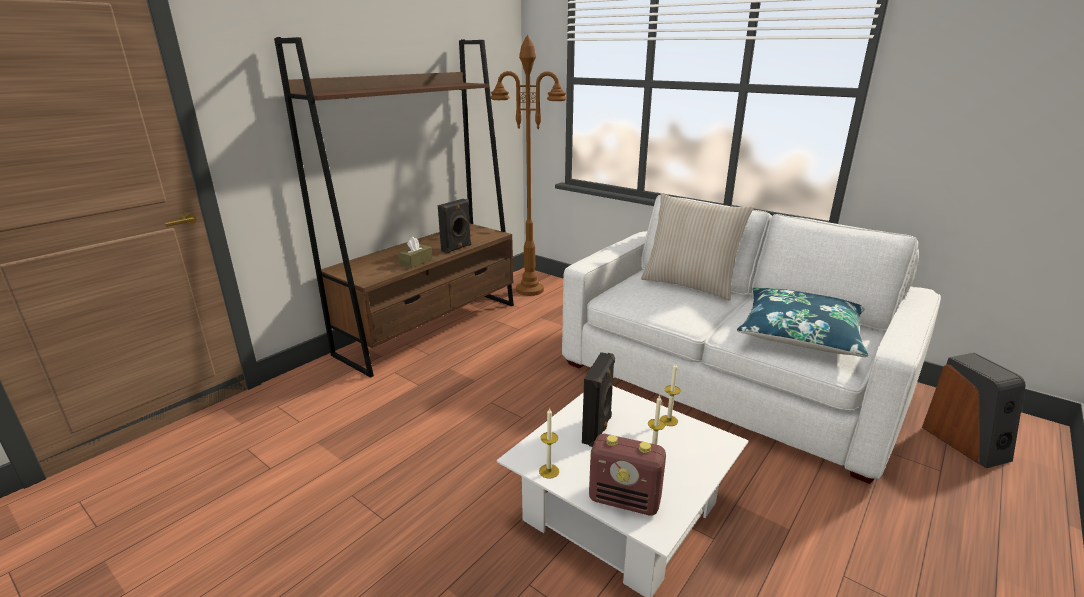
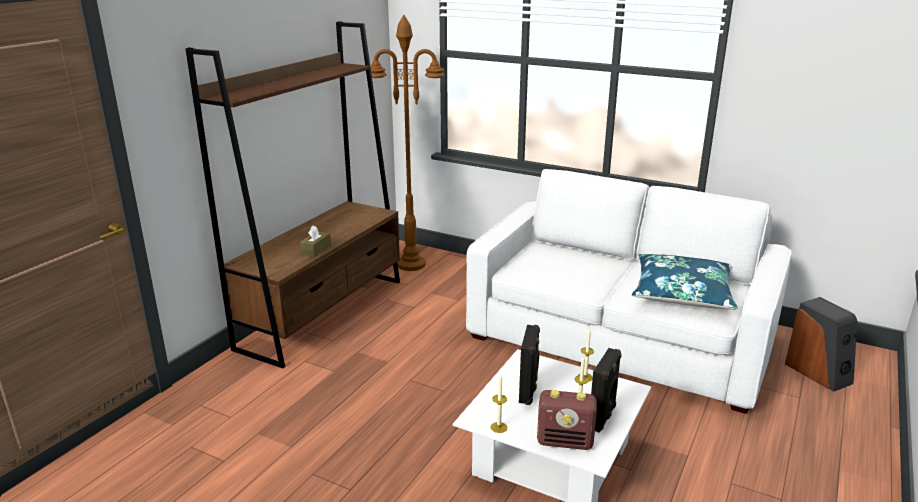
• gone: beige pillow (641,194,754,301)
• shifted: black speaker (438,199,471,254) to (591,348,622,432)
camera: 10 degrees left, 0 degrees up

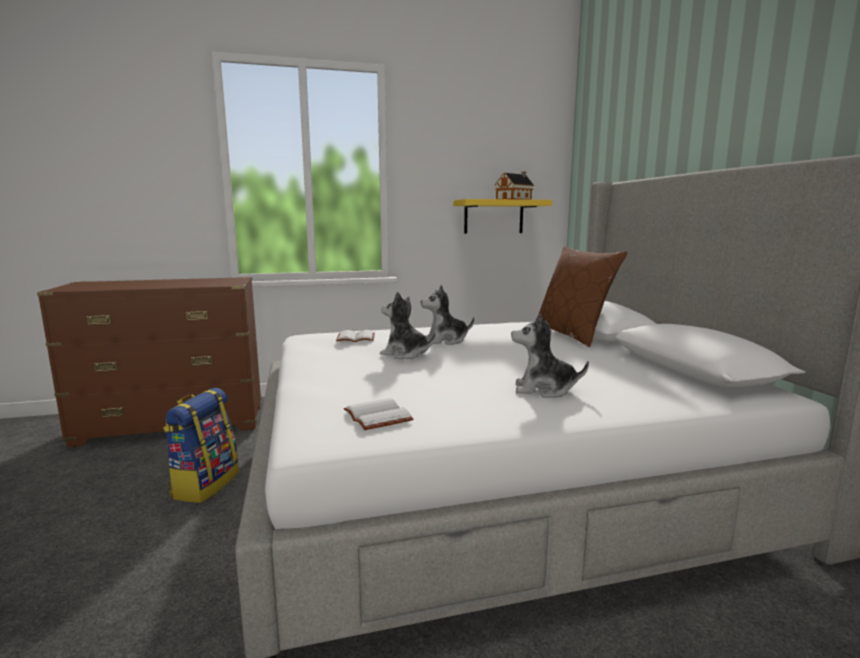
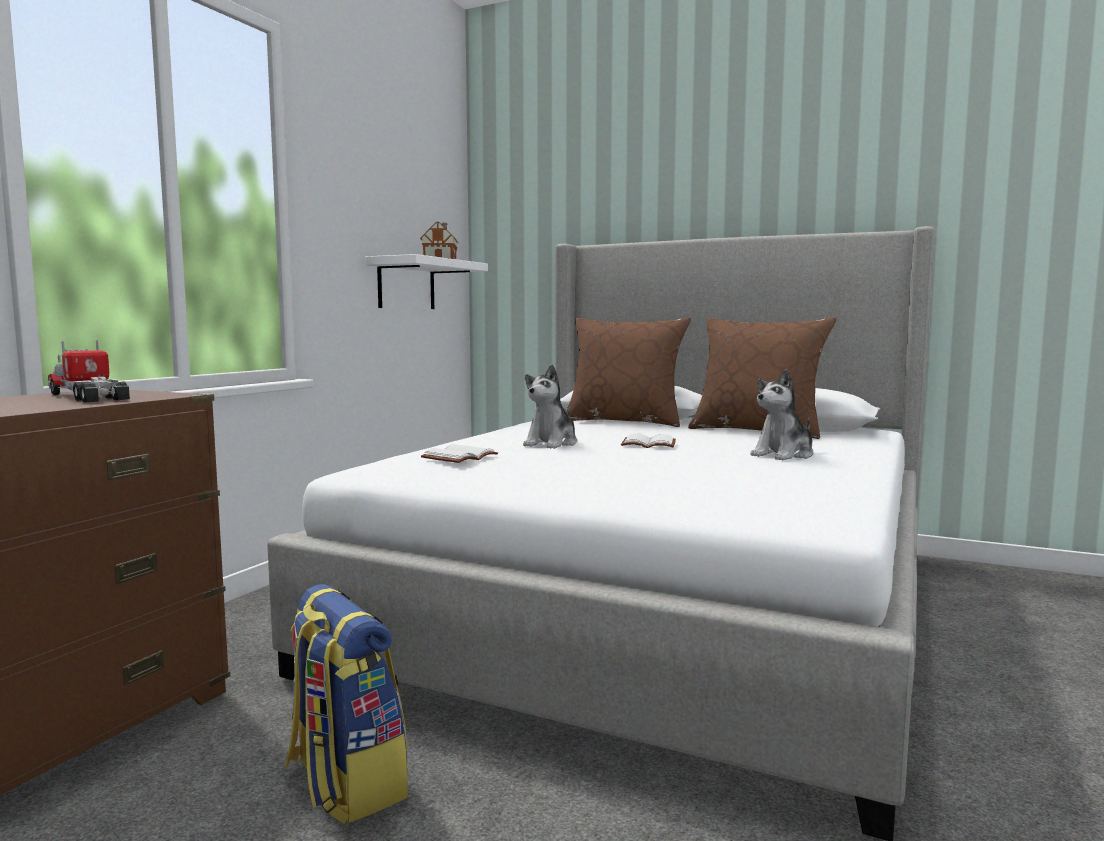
• repainted: yellow shelf (453,199,552,234) to white shelf (365,254,488,309)
• gone: plush toy (380,292,435,359)
• shifted: white book (344,398,413,430) to (621,433,676,448)
• new: brown pillow (688,317,836,439)
• new: toy truck (48,340,130,402)
camera: 50 degrees left, 5 degrees down

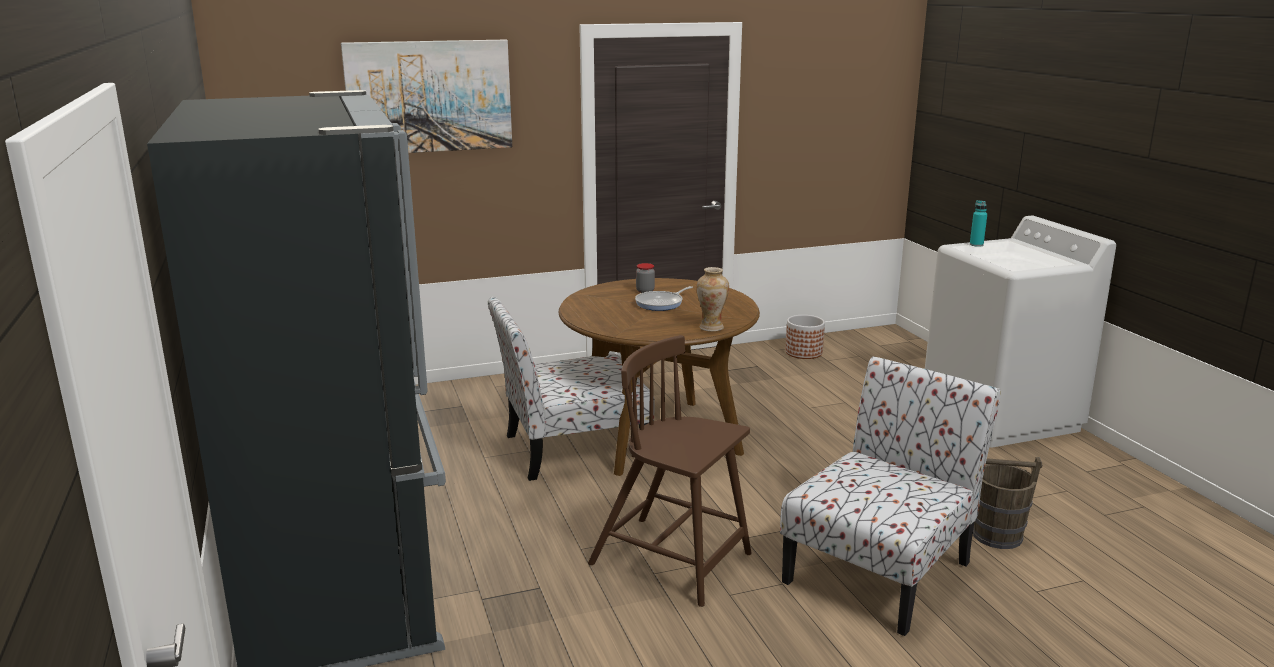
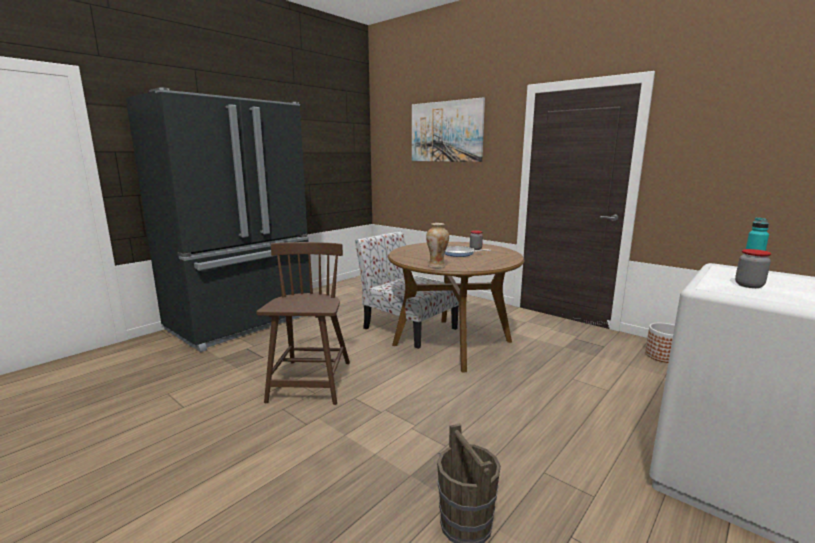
• gone: chair (780,356,1001,636)
• new: jar (735,249,771,288)
camera: 60 degrees right, 5 degrees down

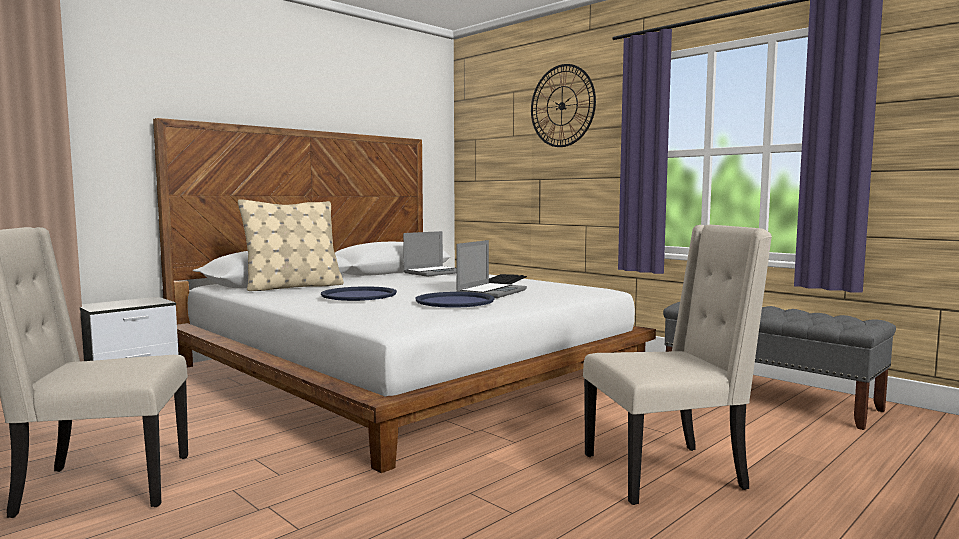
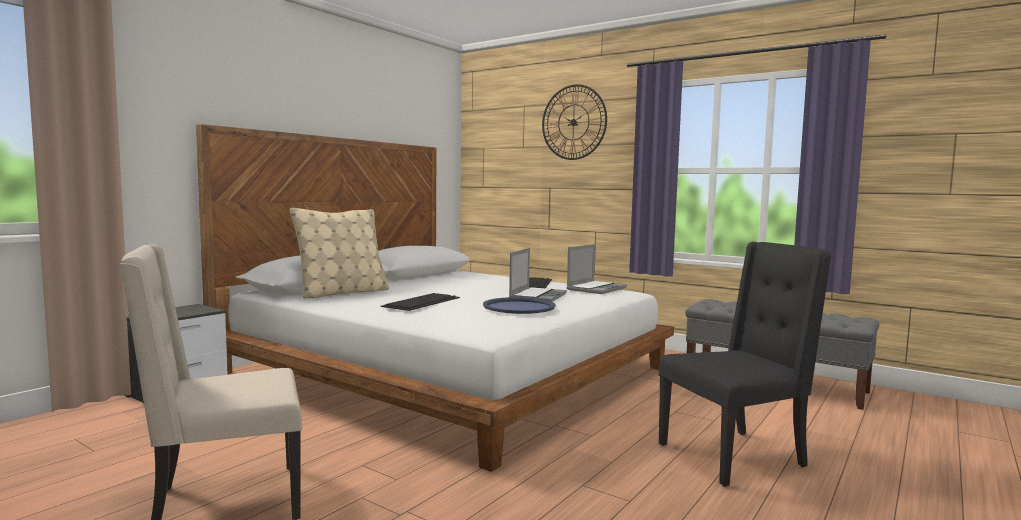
• repainted: beige chair (583,225,772,505) to black chair (659,242,831,487)
• shifted: laptop (403,231,456,277) to (567,244,627,294)
• swapped: blue tray (321,286,397,301) to keyboard (381,293,460,311)
camera: 10 degrees left, 0 degrees up

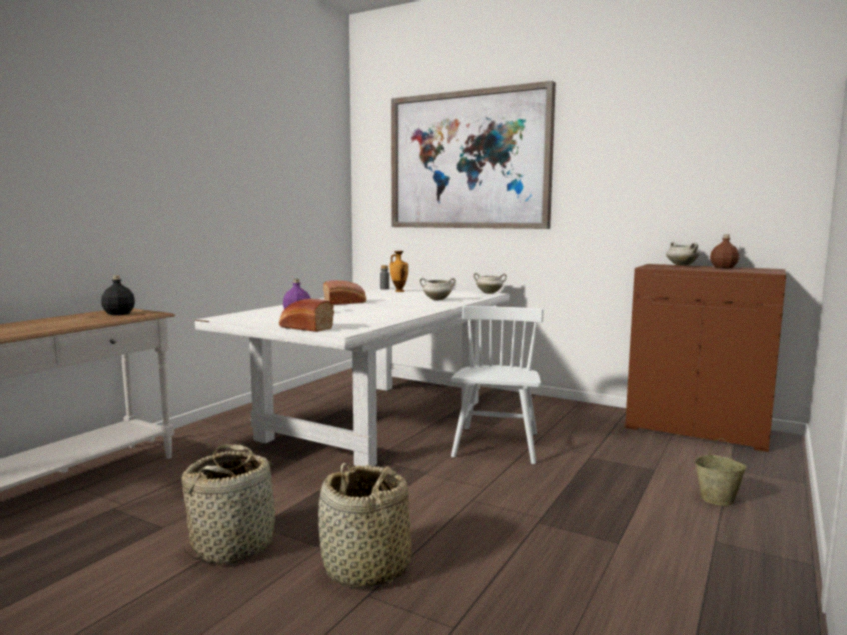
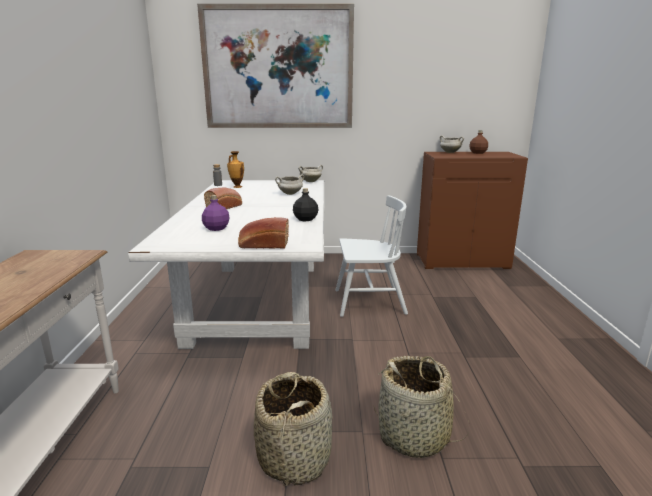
• shifted: black bottle (101,275,135,315) to (293,188,318,221)
• rotated: white chair (451,306,543,464) = (335,195,408,317) 105 degrees clockwise
• gone: beige bucket (695,438,747,506)
camera: 30 degrees left, 10 degrees up

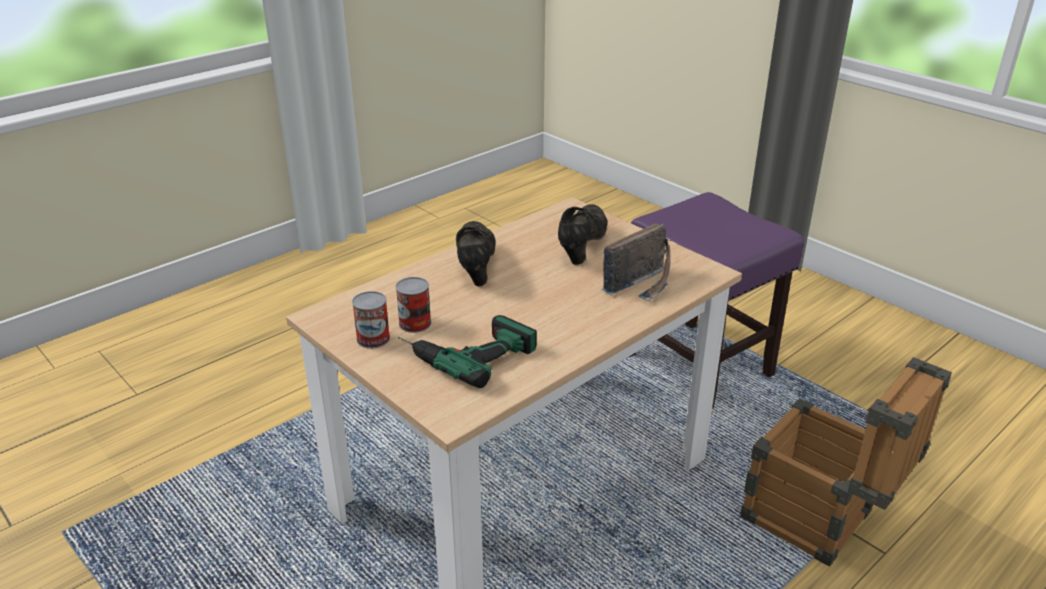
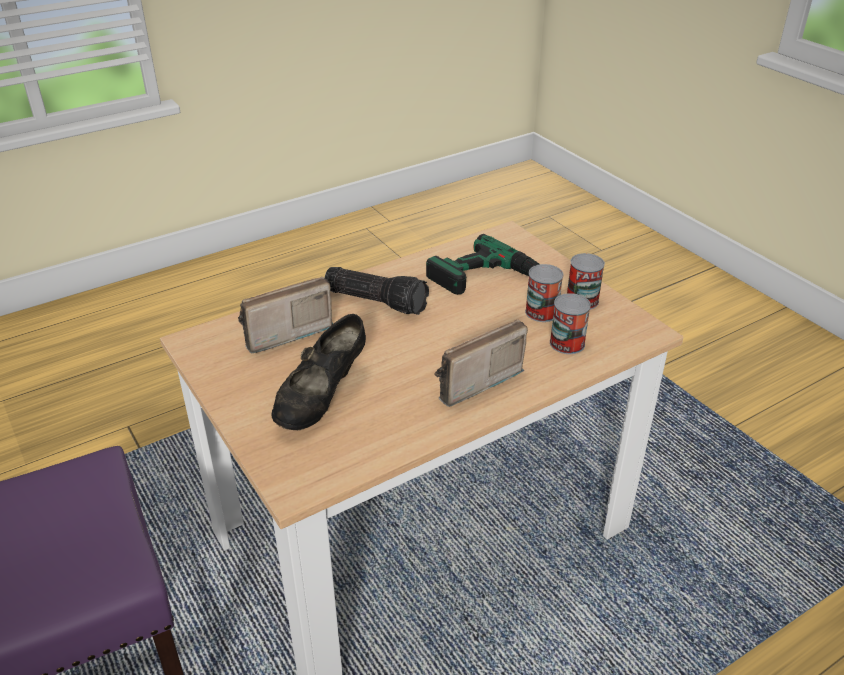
• swapped: black shoe (456,221,496,286) to radio (434,320,528,407)
• gone: crate (740,357,952,567)
• new: flashlight (324,267,429,315)
• new: can (550,293,591,354)
camera: 170 degrees left, 5 degrees up

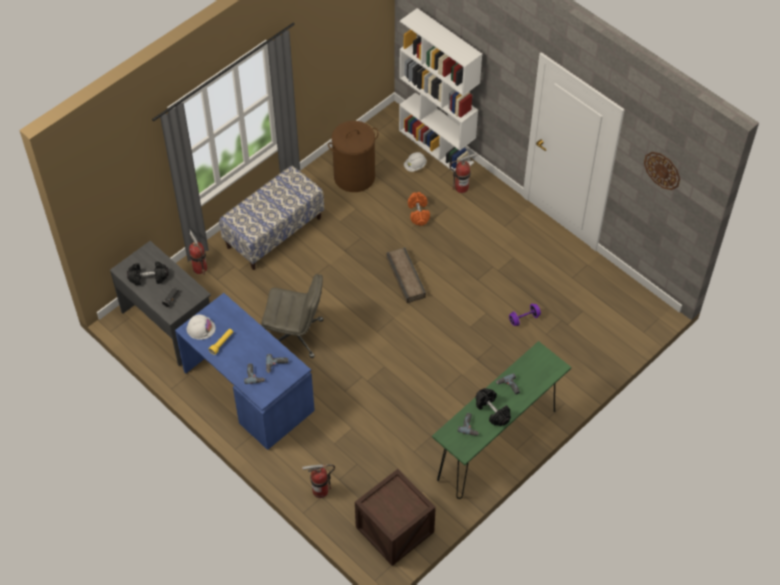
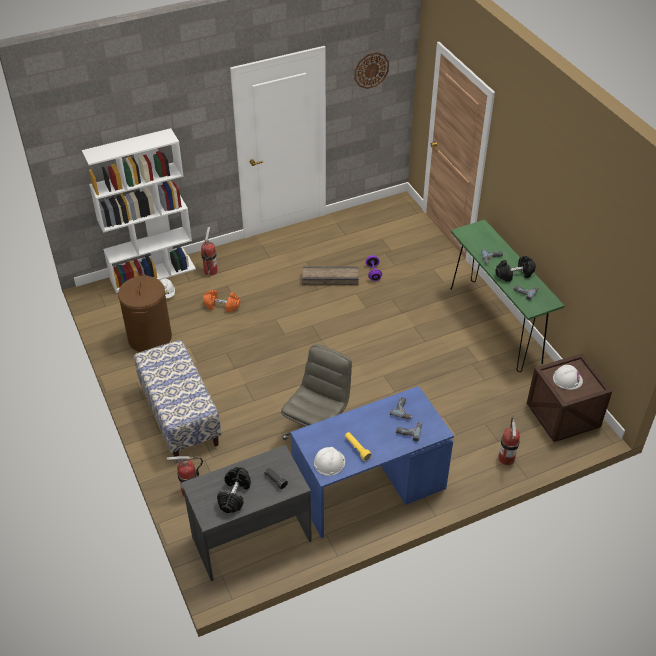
• shifted: crate (387,247,426,303) to (302,267,359,285)
• new: white hard hat (553,365,583,390)
camera: 70 degrees left, 10 degrees down

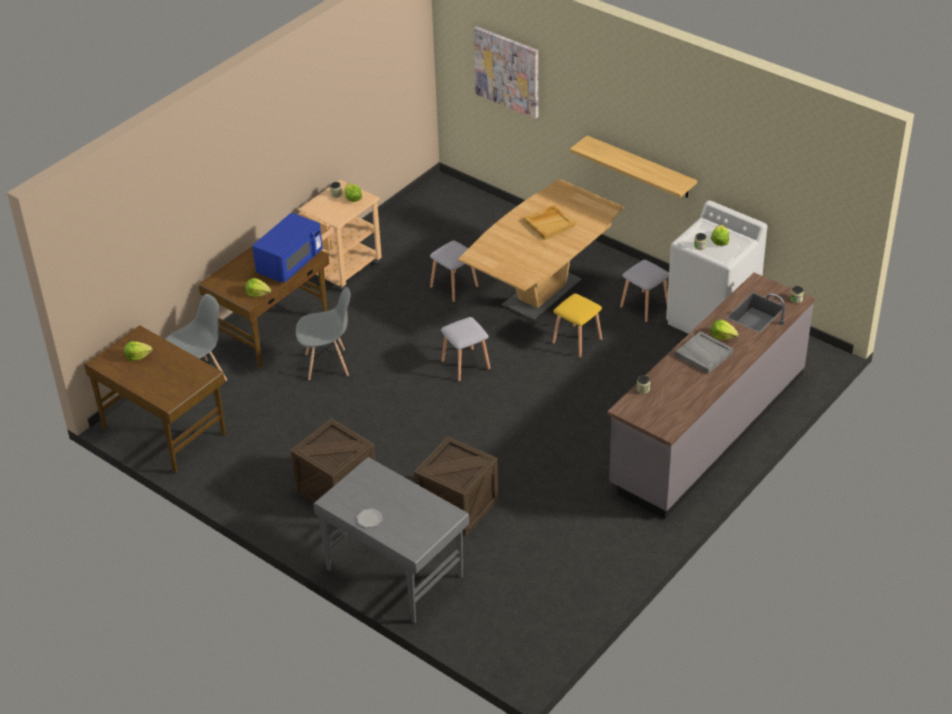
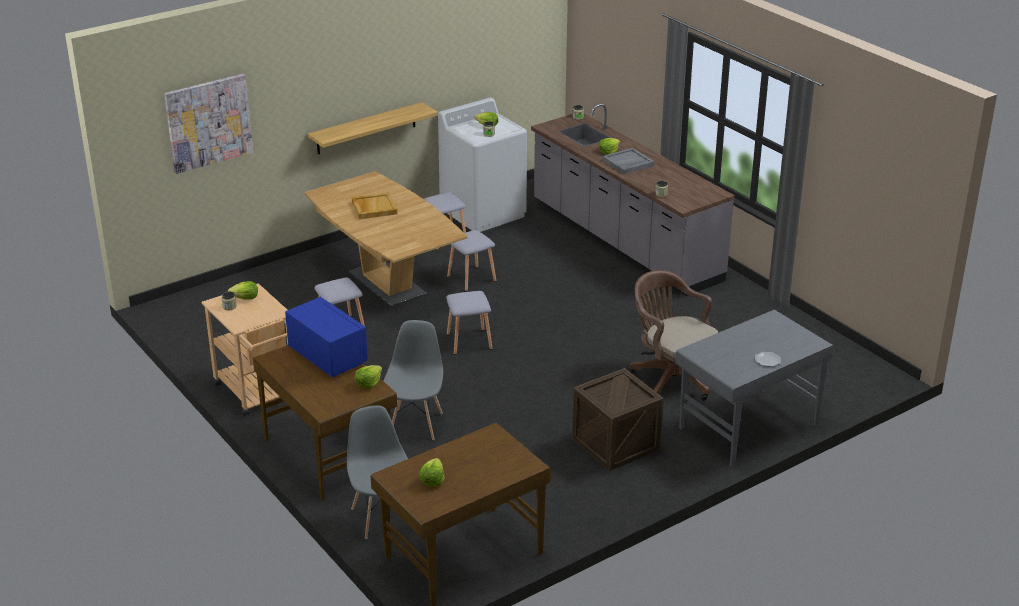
• repainted: yellow stool (552,294,602,358) to grey stool (447,230,496,292)
• swapped: crate (414,436,498,536) to brown office chair (630,270,718,401)
camera: 75 degrees left, 10 degrees down

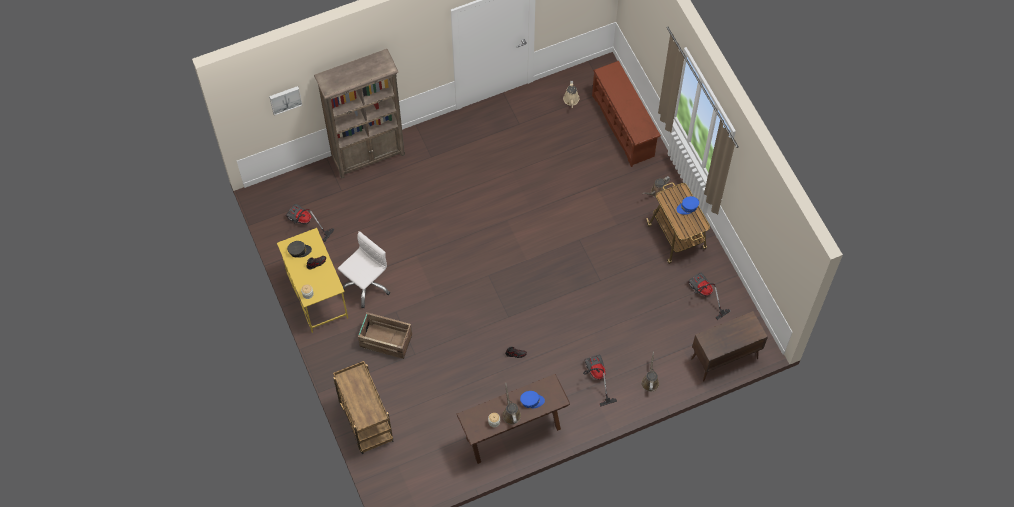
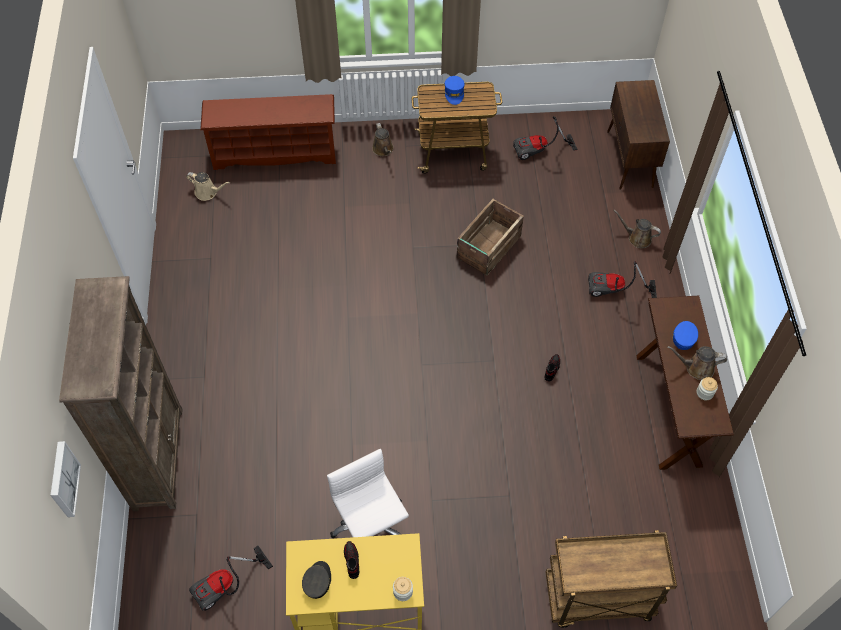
• shifted: crate (358,312,412,359) to (457,199,524,276)
camera: 70 degrees left, 5 degrees down

